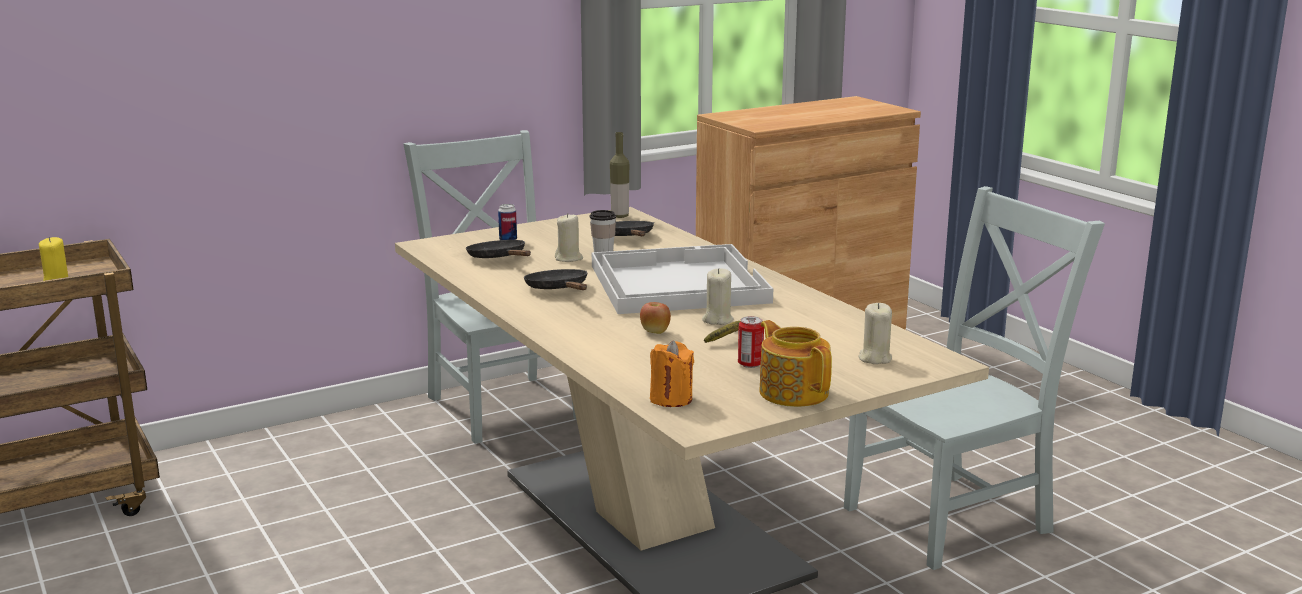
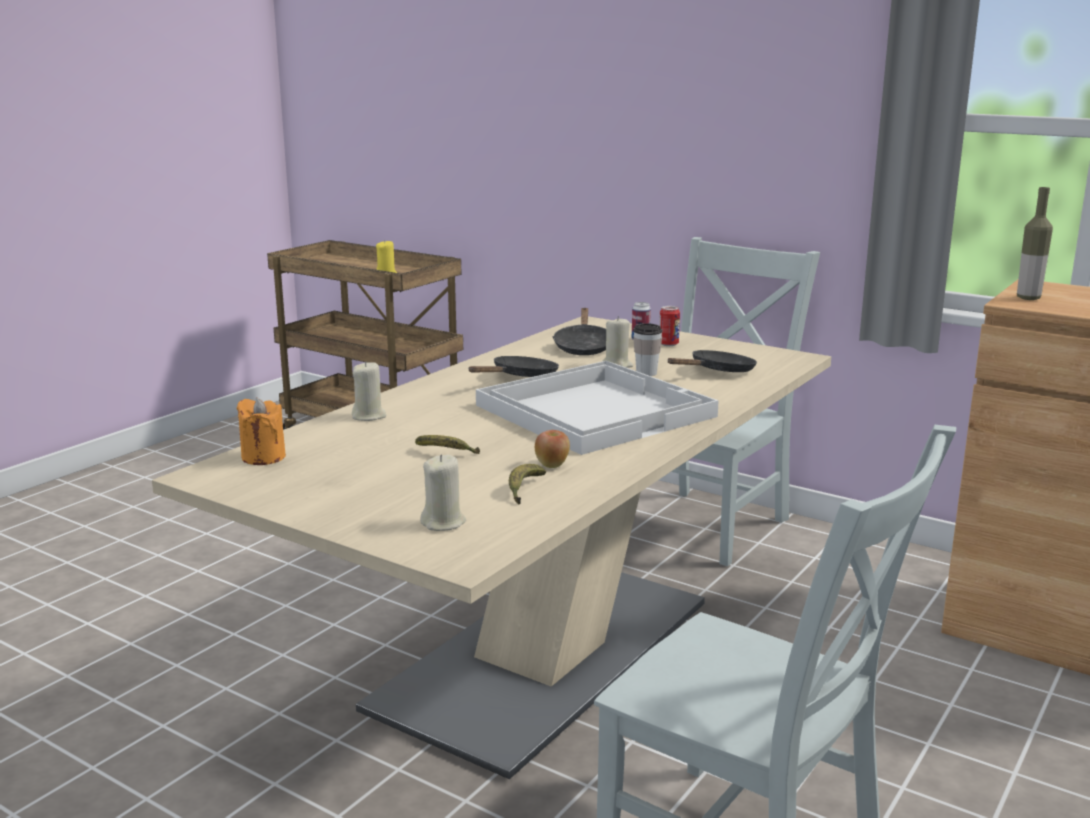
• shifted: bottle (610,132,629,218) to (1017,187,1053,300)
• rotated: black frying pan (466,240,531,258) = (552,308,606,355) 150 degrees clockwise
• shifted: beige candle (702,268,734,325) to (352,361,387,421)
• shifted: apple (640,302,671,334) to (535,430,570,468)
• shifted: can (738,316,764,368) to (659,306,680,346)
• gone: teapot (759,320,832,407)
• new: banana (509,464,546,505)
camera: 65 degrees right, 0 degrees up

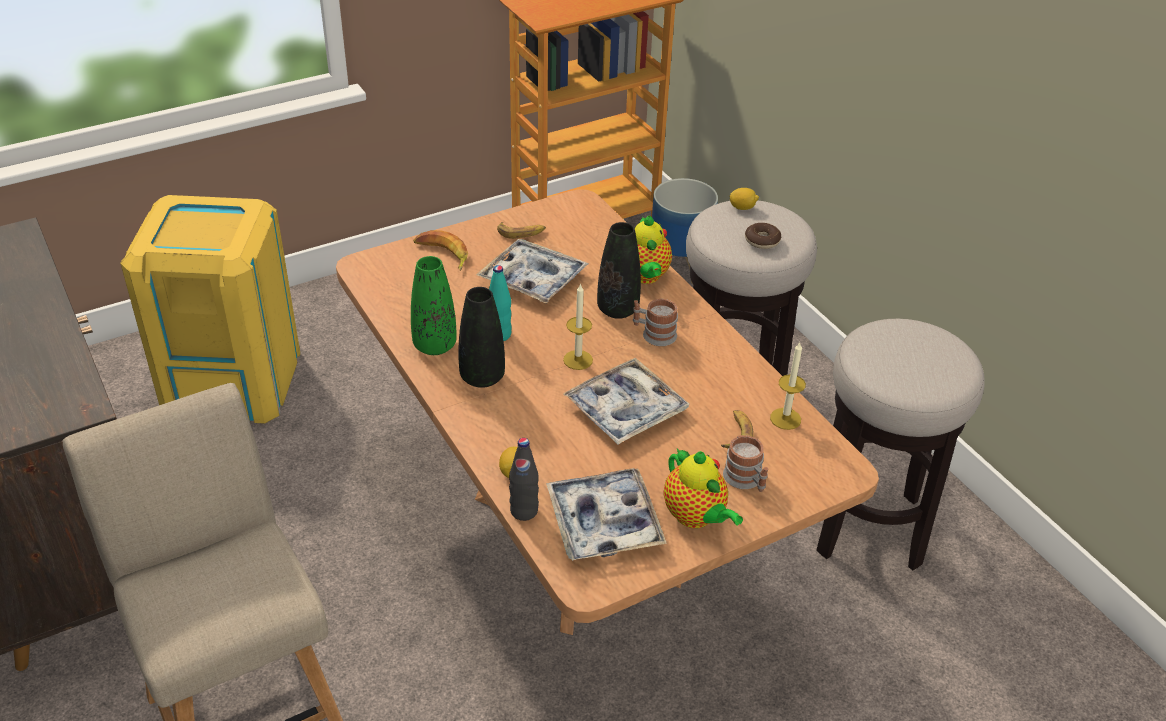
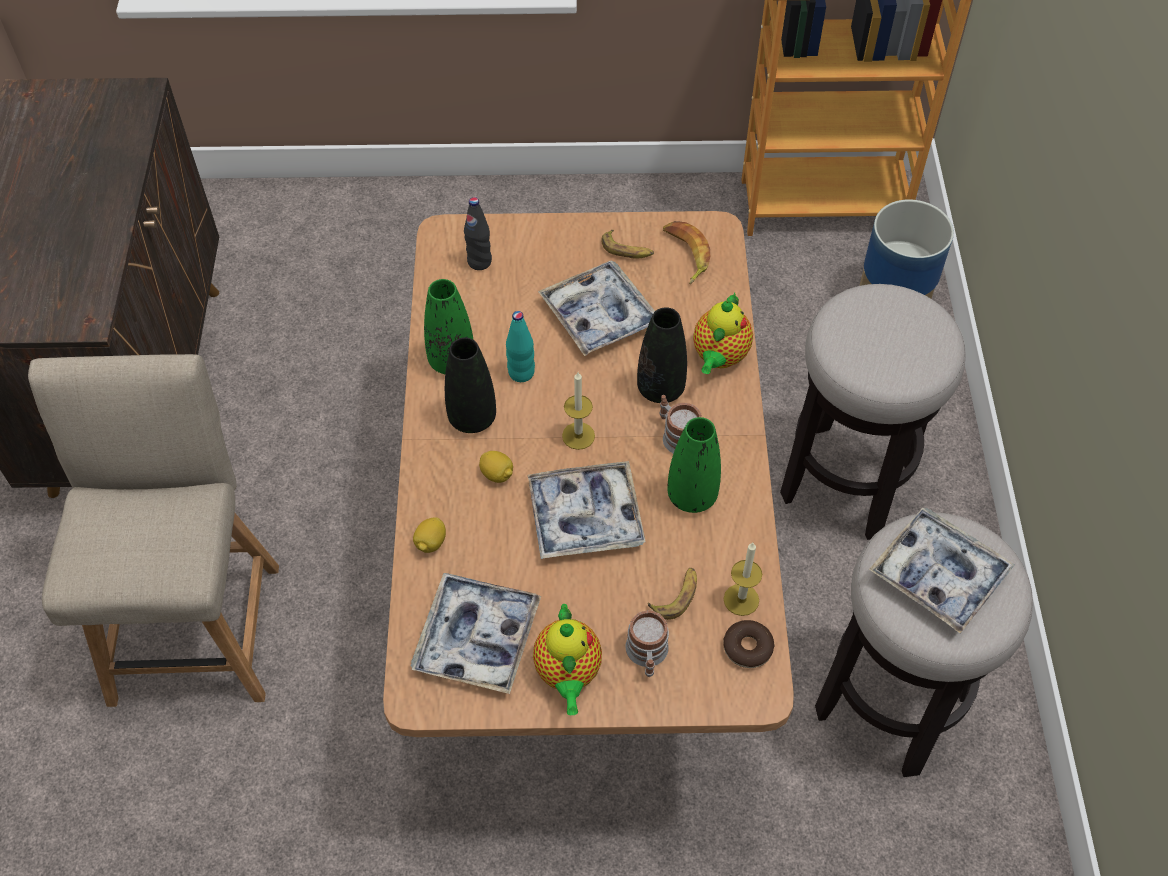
• shifted: lemon (729,188,759,210) to (479,451,513,483)
• gone: yellow trash can (120,195,300,424)
• shifted: donut (745,223,781,249) to (723,620,775,668)
• shifted: banana (413,230,468,271) to (663,221,710,284)
• shifted: black bottle (509,438,539,521) to (464,197,492,270)
• new: green vase (667,417,721,513)
• new: tray (869,507,1014,634)
camera: 30 degrees right, 15 degrees up

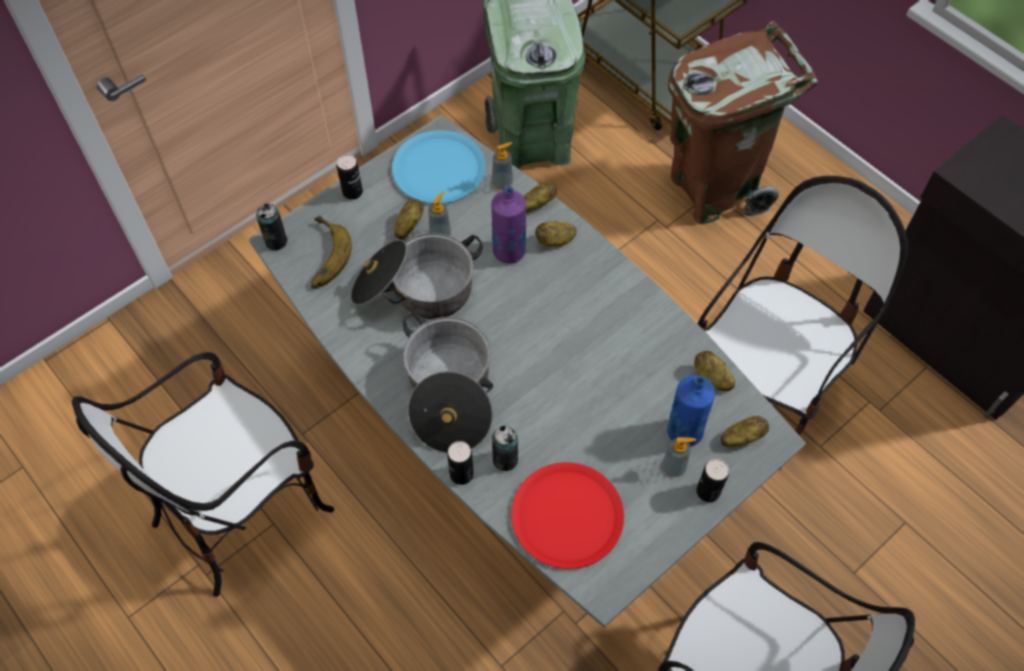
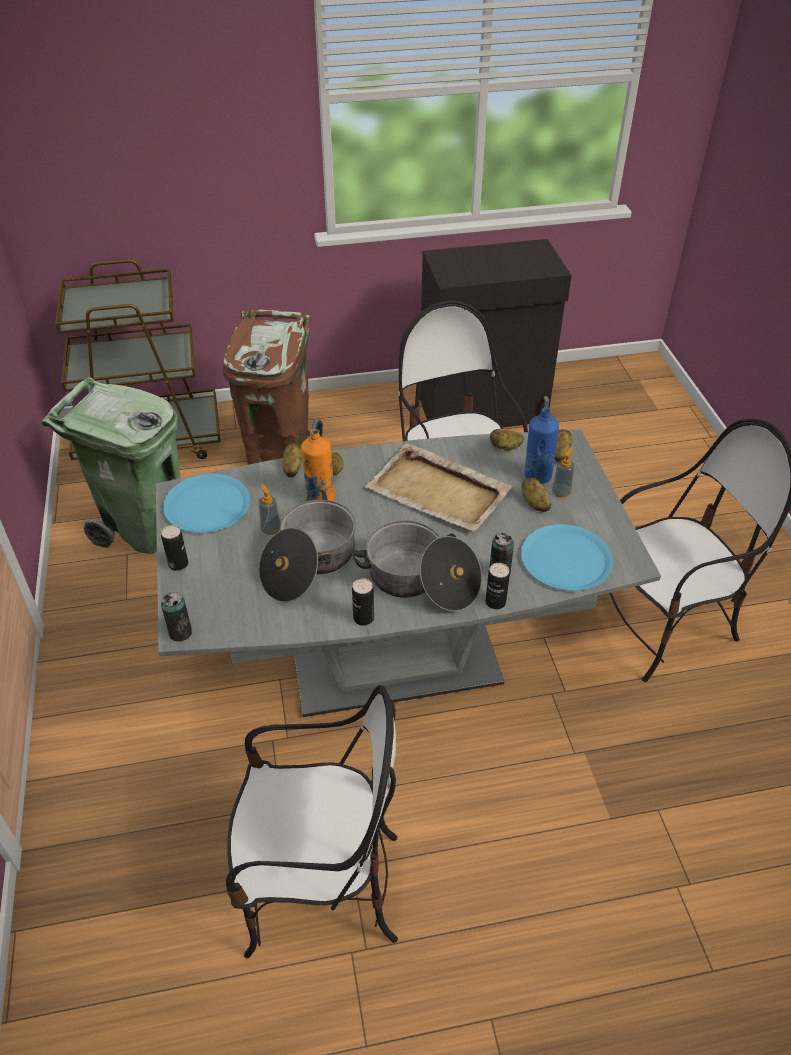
• gone: soap dispenser (492,142,513,190)
• repainted: purple bottle (491,186,526,263) to orange bottle (301,429,336,501)
• shifted: potato (394,199,424,240) to (522,478,551,512)
• gone: banana (311,216,352,289)
• rotated: chair (72,352,334,597) = (226,685,398,958) 75 degrees counterclockwise
• shifted: can (697,459,729,502) to (352,578,374,626)
• repainted: red plate (511,462,624,569) to blue plate (521,524,613,591)
• new: beige tray (365,443,513,532)
camera: 60 degrees left, 15 degrees down

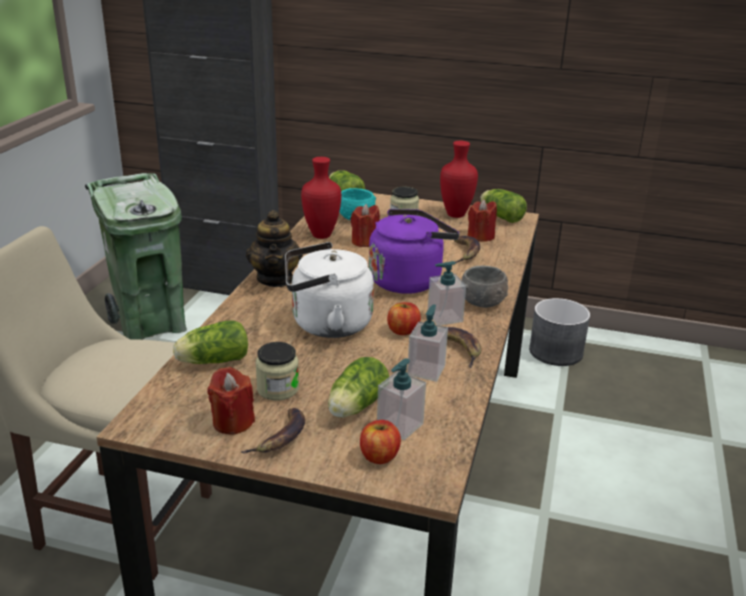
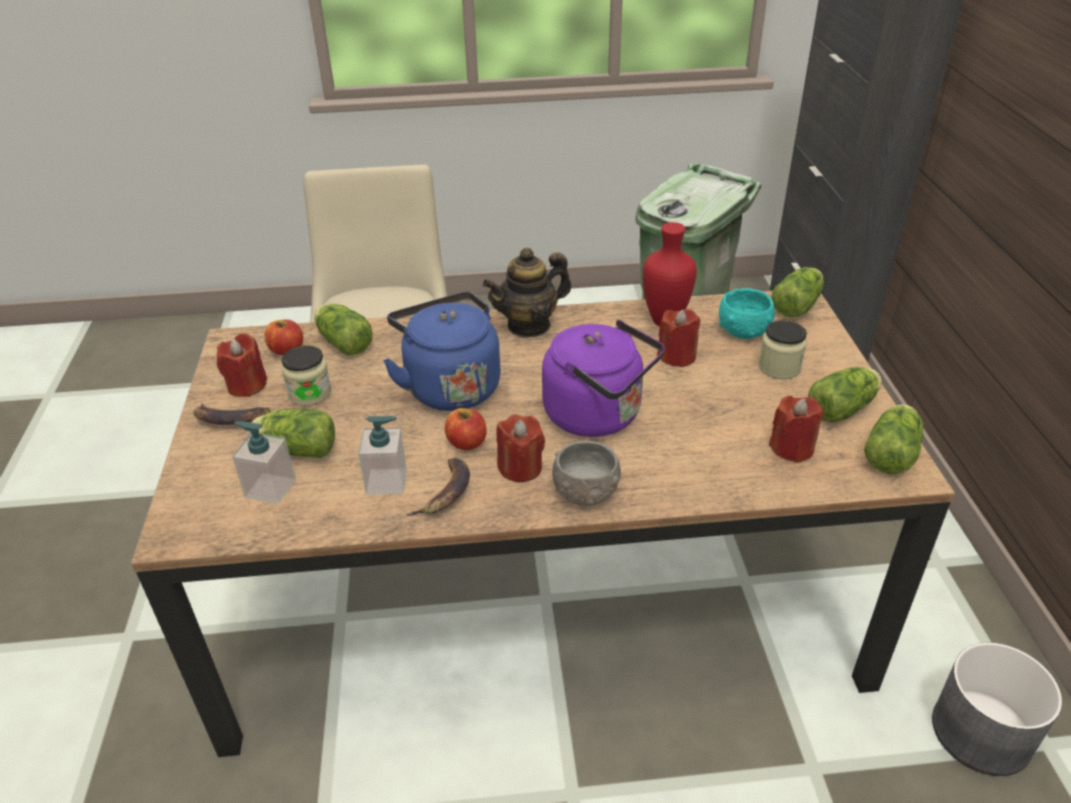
• swapped: red vase (440,141,478,218) to lettuce (808,367,882,423)
• gone: banana (454,236,480,263)
• repainted: white kettle (285,242,374,338) to blue kettle (383,292,501,411)
• swapped: soap dispenser (428,261,466,326) to red candle (496,415,545,482)
• shifted: apple (360,420,401,464) to (264,320,303,355)
camera: 70 degrees right, 10 degrees up

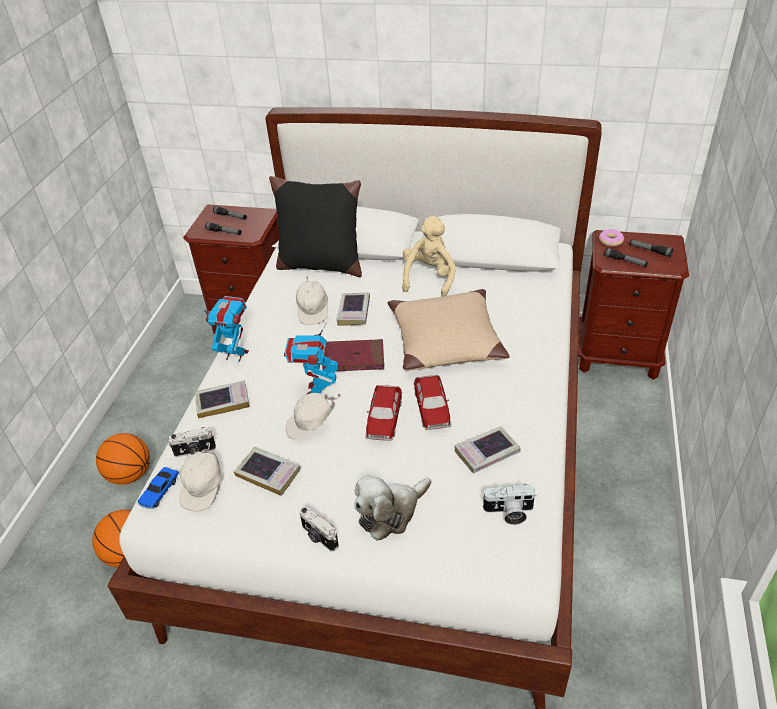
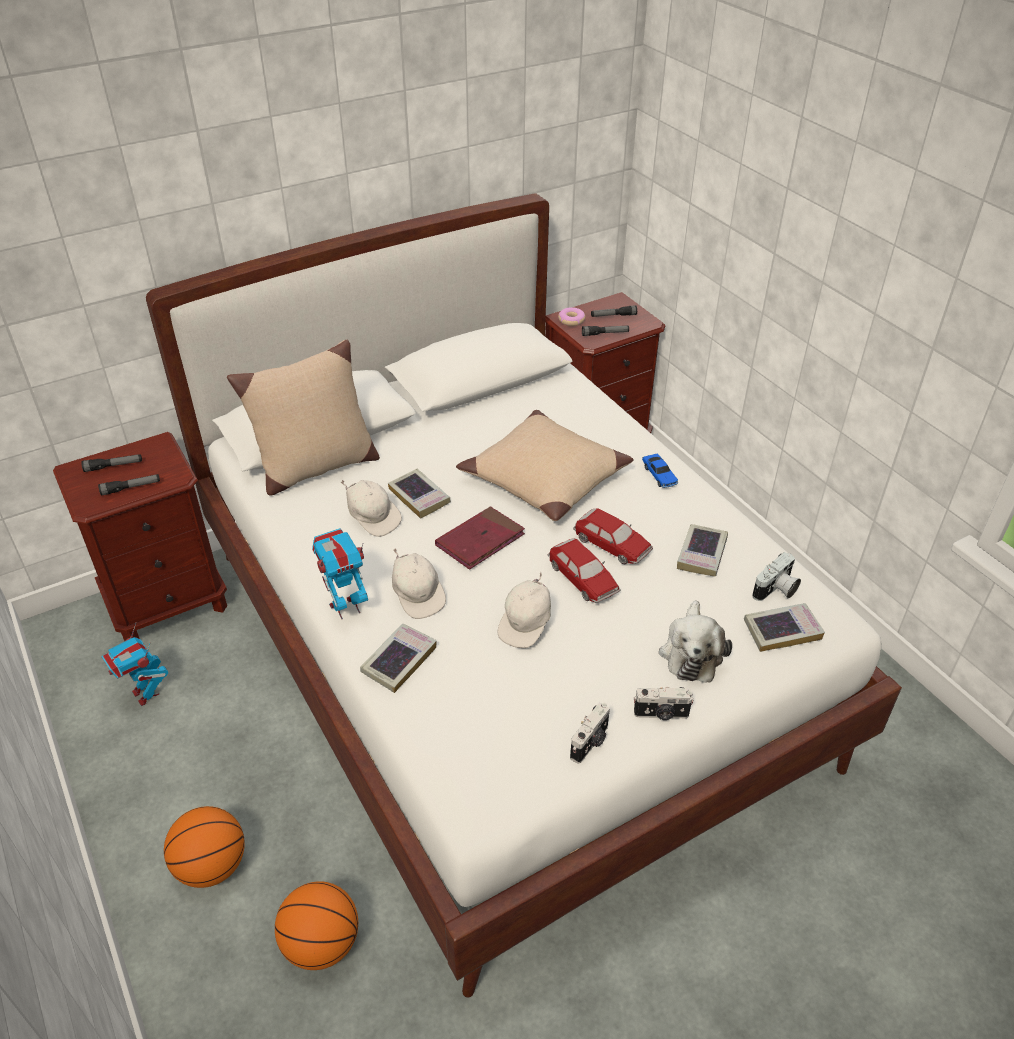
• repainted: black pillow (269,176,362,277) to beige pillow (227,340,380,496)
• gone: beige plush toy (402,216,456,297)
• shifted: toy robot (284,323,338,394) to (101,623,168,706)
• shifted: photo camera (168,427,216,457) to (570,703,610,764)
• shifted: white cap (179,442,221,512) to (392,548,446,619)
• shifted: book (234,447,301,496) to (744,603,825,652)
• shifted: toy car (138,467,179,509) to (642,454,678,488)
camera: 45 degrees left, 0 degrees up

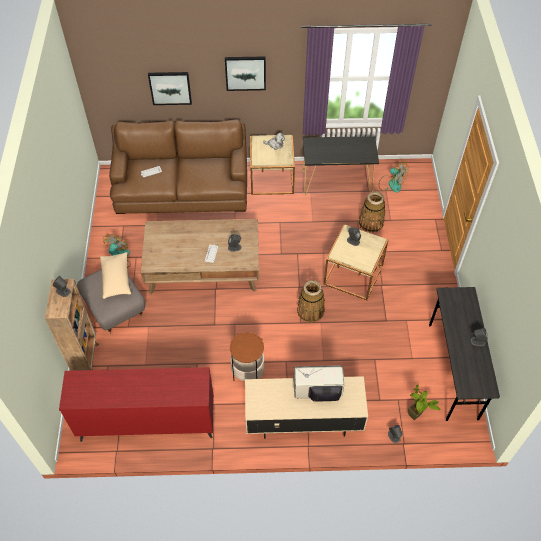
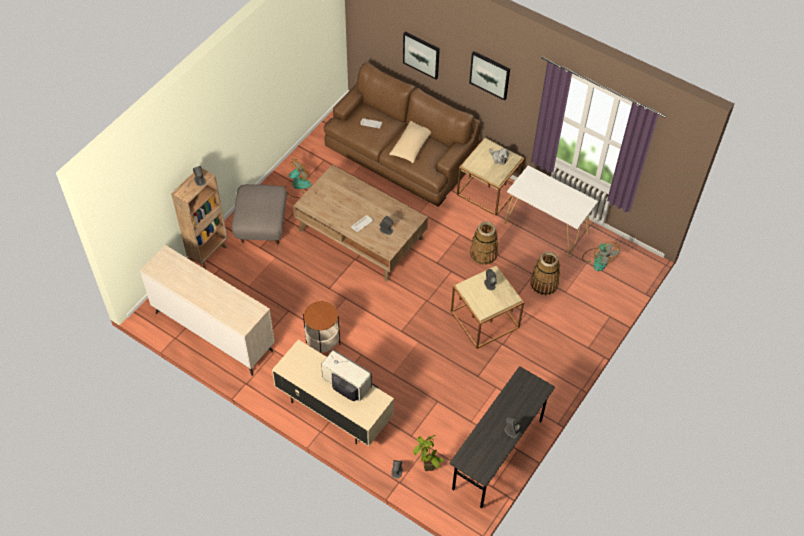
• repainted: black console table (302,136,379,196) to white console table (505,165,598,258)
• shifted: beige pillow (100,252,131,299) to (389,121,431,163)
• shifted: basket (297,280,325,323) to (470,221,498,265)
• repainted: red dresser (59,367,214,442) to beige dresser (139,245,275,376)
camera: 35 degrees right, 0 degrees up

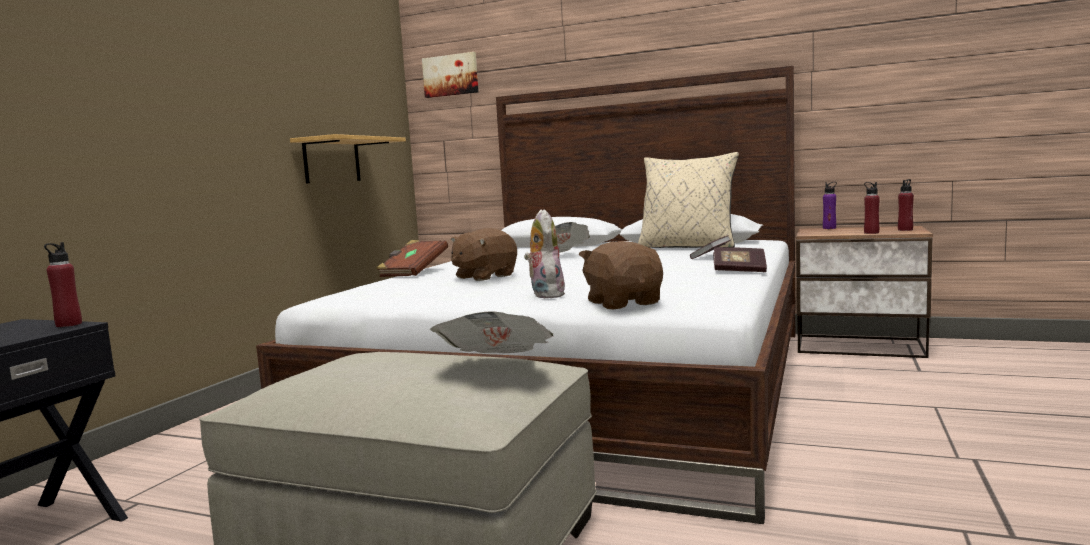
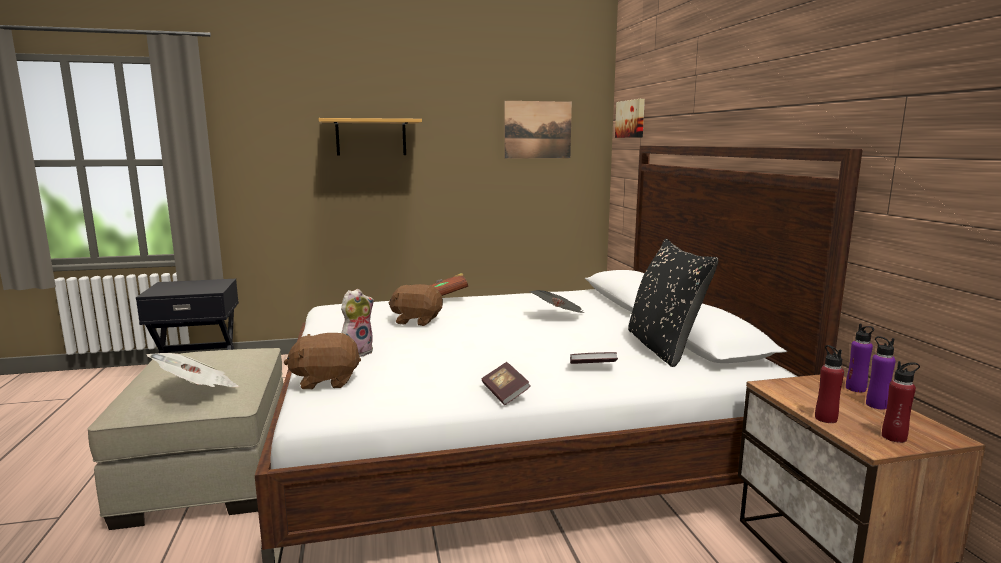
• shifted: shelf (290,134,406,183) to (318,118,422,155)
• repainted: beige pillow (638,152,739,248) to black pillow (628,238,718,367)
• rotated: brown plush toy (579,241,663,309) = (284,333,361,390) 135 degrees counterclockwise
• gone: red bottle (44,242,82,327)
• new: picture (504,101,572,159)
• new: purple bottle (866,336,896,409)
camera: 55 degrees right, 5 degrees up

